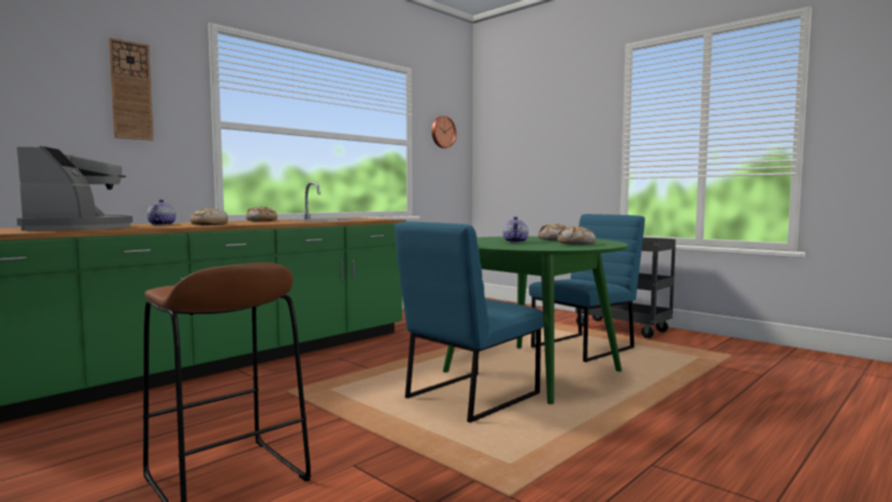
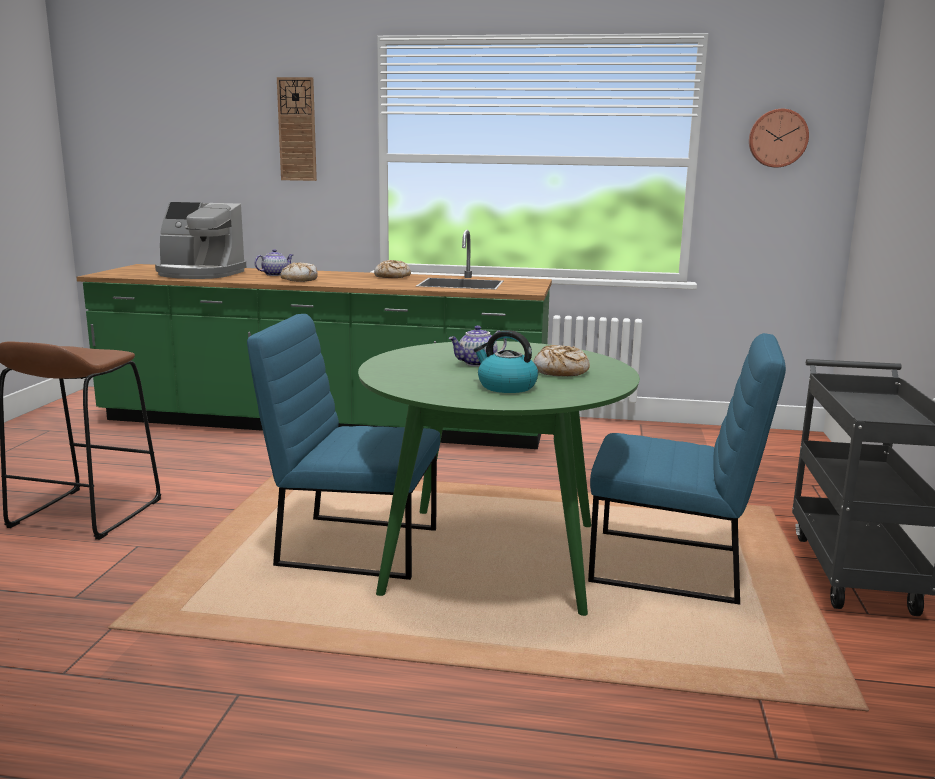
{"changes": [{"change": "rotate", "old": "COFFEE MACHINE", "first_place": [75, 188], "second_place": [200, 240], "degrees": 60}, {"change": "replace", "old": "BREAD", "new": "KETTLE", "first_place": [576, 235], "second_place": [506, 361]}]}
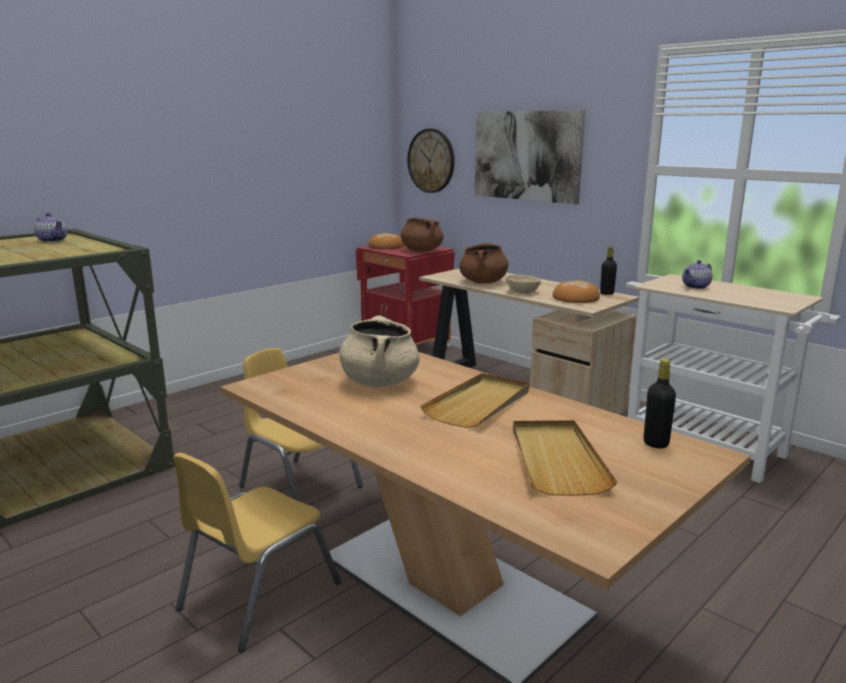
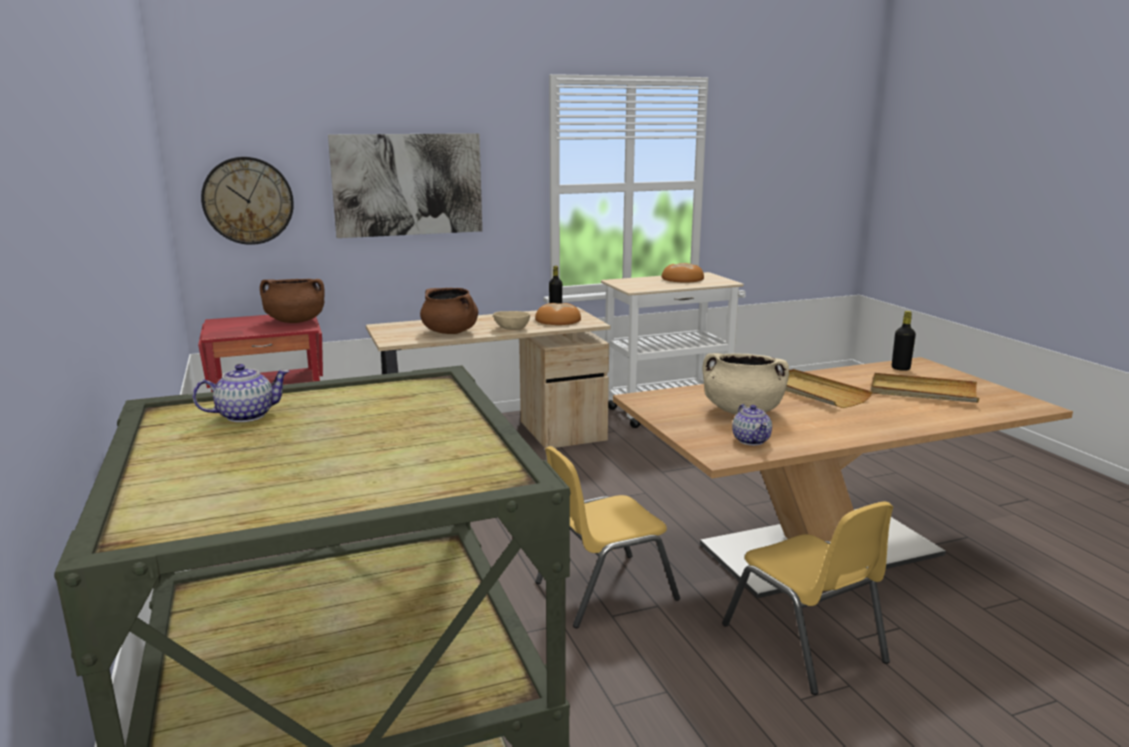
{"changes": [{"change": "move", "old": "BREAD", "first_place": [386, 241], "second_place": [683, 272]}, {"change": "move", "old": "TEAPOT", "first_place": [697, 274], "second_place": [752, 424]}]}
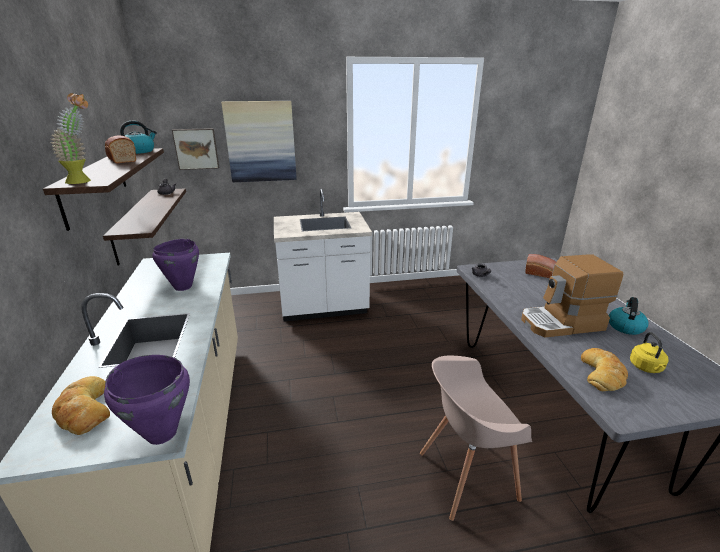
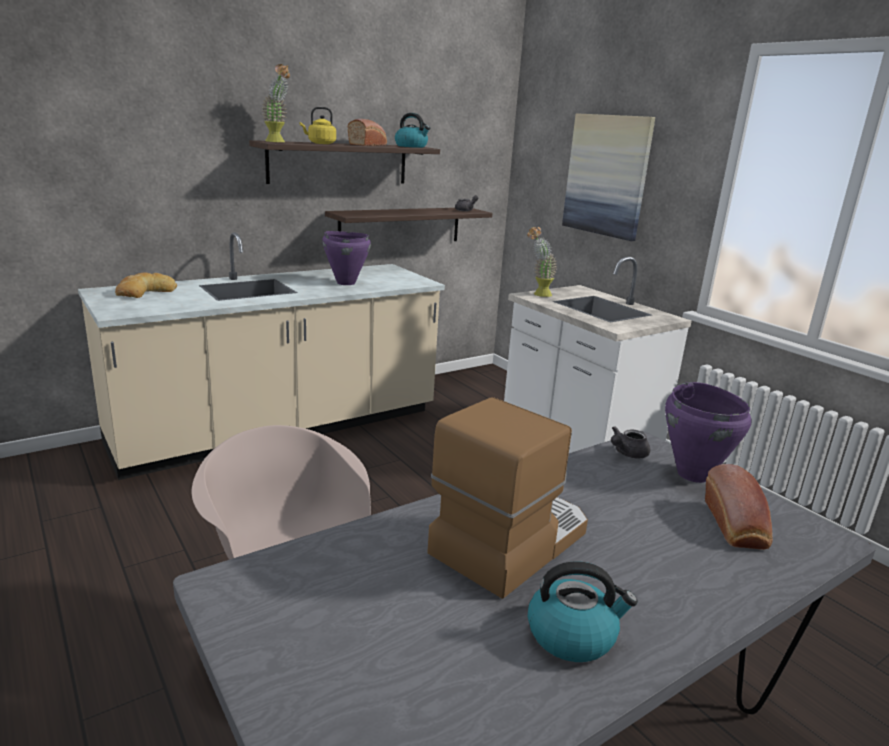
{"changes": [{"change": "move", "old": "YELLOW KETTLE", "first_place": [649, 352], "second_place": [318, 125]}, {"change": "rotate", "old": "COFFEE MACHINE", "first_place": [572, 295], "second_place": [508, 498], "degrees": 75}, {"change": "insert", "new": "POTTED PLANT", "second_place": [542, 262]}, {"change": "move", "old": "PURPLE COOKING POT", "first_place": [147, 400], "second_place": [708, 432]}, {"change": "delete", "old": "PICTURE", "first_place": [195, 149]}, {"change": "delete", "old": "BREAD", "first_place": [604, 369]}]}
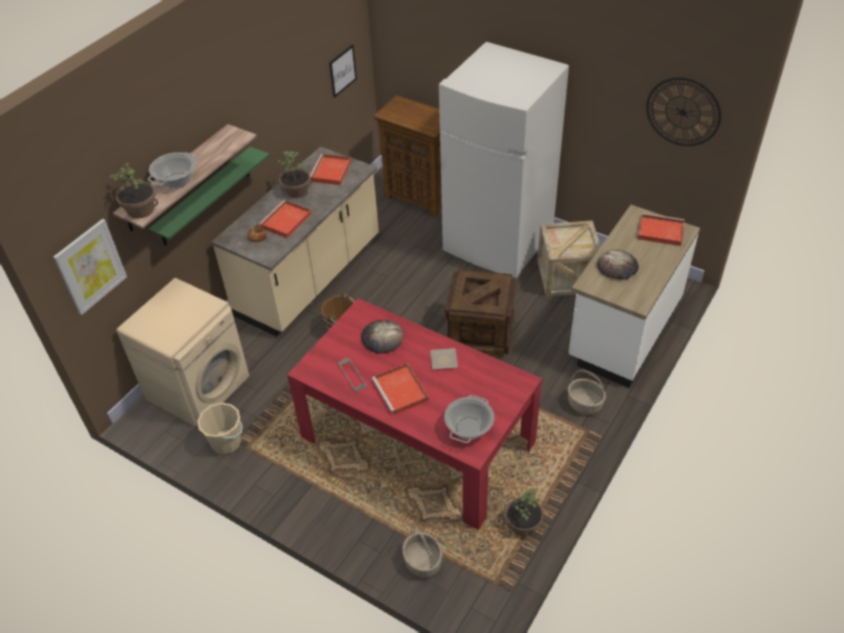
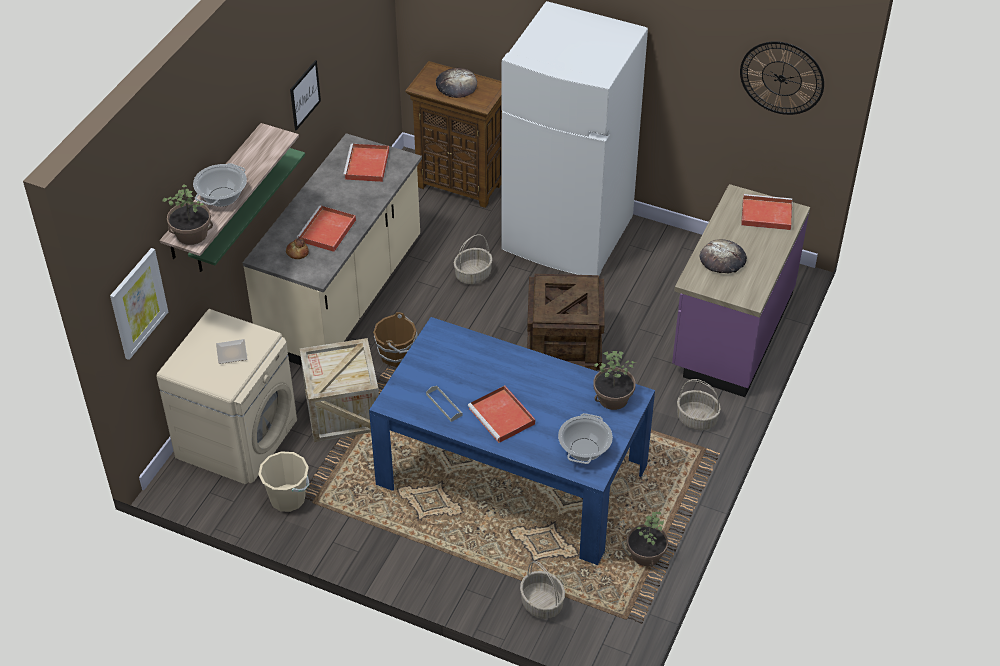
{"changes": [{"change": "move", "old": "PLATE", "first_place": [444, 358], "second_place": [231, 351]}, {"change": "move", "old": "PICTURE", "first_place": [343, 71], "second_place": [305, 95]}, {"change": "move", "old": "CRATE", "first_place": [569, 258], "second_place": [339, 390]}, {"change": "recolor", "old": "RED DINING TABLE", "new": "BLUE DINING TABLE", "first_place": [414, 414], "second_place": [512, 441]}, {"change": "move", "old": "BREAD", "first_place": [382, 336], "second_place": [456, 83]}, {"change": "insert", "new": "BASKET", "second_place": [473, 259]}, {"change": "move", "old": "POTTED PLANT", "first_place": [295, 174], "second_place": [614, 380]}, {"change": "recolor", "old": "WHITE COUNTER", "new": "PURPLE COUNTER", "first_place": [634, 296], "second_place": [741, 290]}]}
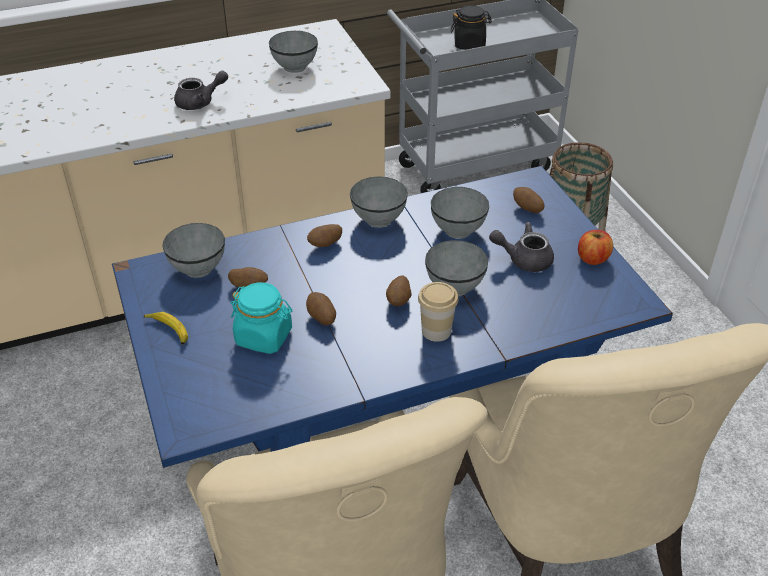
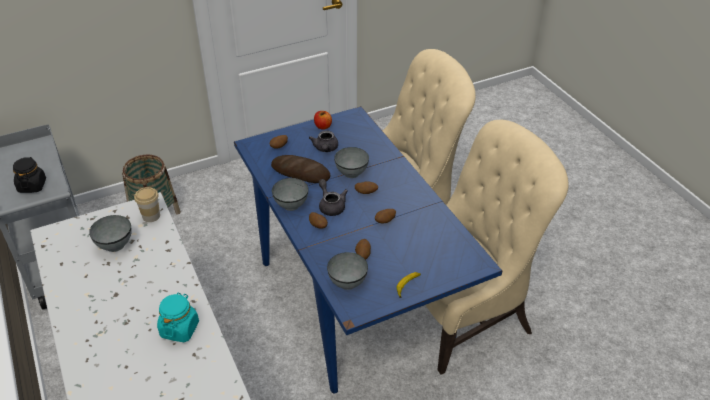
{"changes": [{"change": "move", "old": "CUP", "first_place": [438, 312], "second_place": [147, 204]}, {"change": "move", "old": "TURQUOISE JAR", "first_place": [261, 318], "second_place": [178, 317]}, {"change": "replace", "old": "GREY BOWL", "new": "BREAD", "first_place": [460, 213], "second_place": [301, 169]}, {"change": "move", "old": "GREY TEAPOT", "first_place": [201, 90], "second_place": [333, 197]}]}
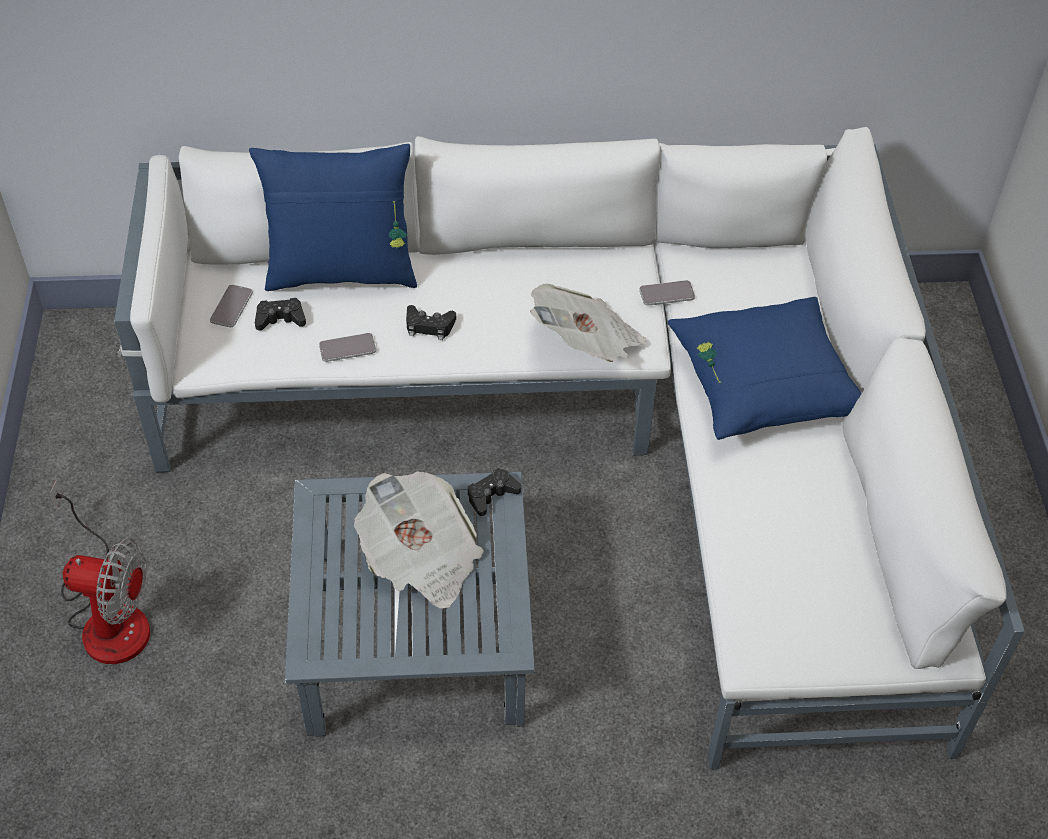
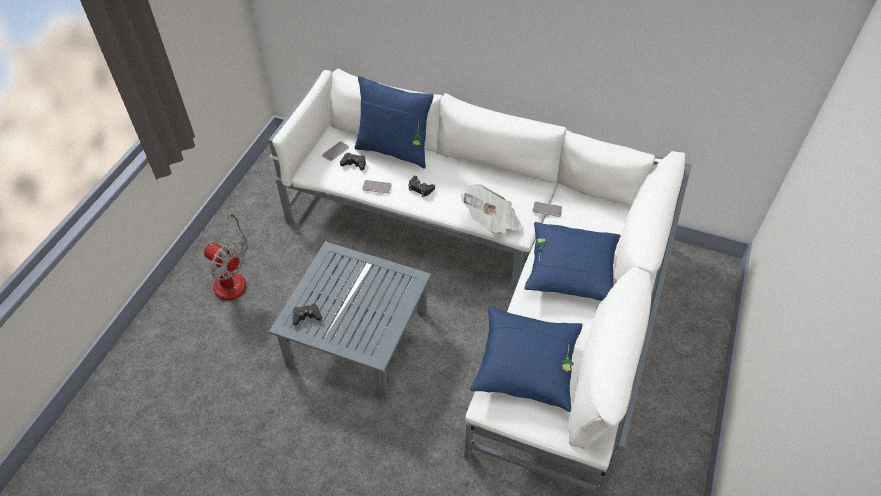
{"changes": [{"change": "move", "old": "BLACK GAME CONTROLLER", "first_place": [495, 492], "second_place": [307, 314]}, {"change": "insert", "new": "BLUE PILLOW", "second_place": [526, 359]}, {"change": "delete", "old": "NEWSPAPER", "first_place": [419, 540]}]}
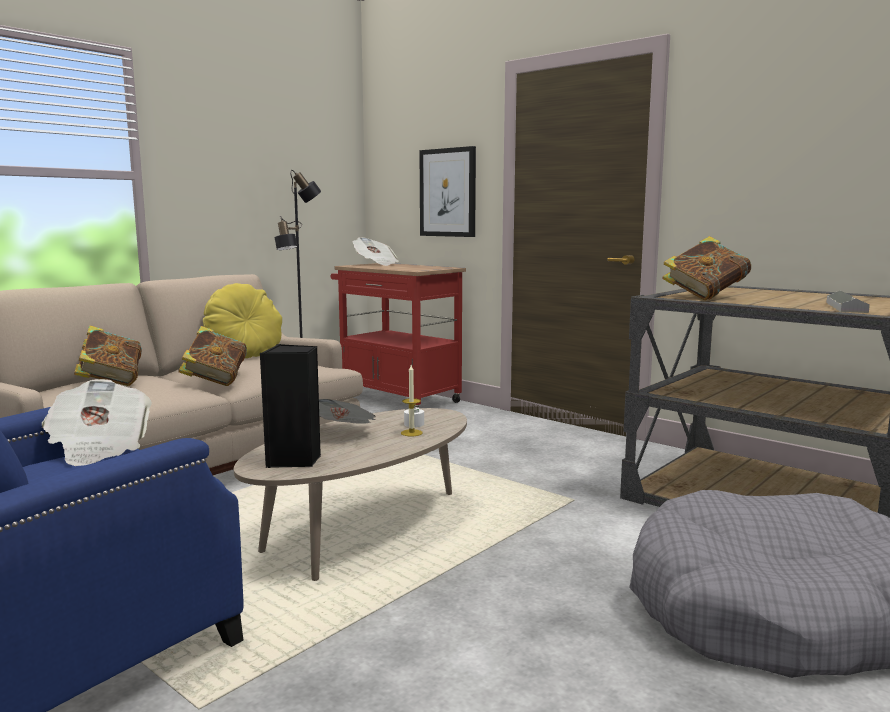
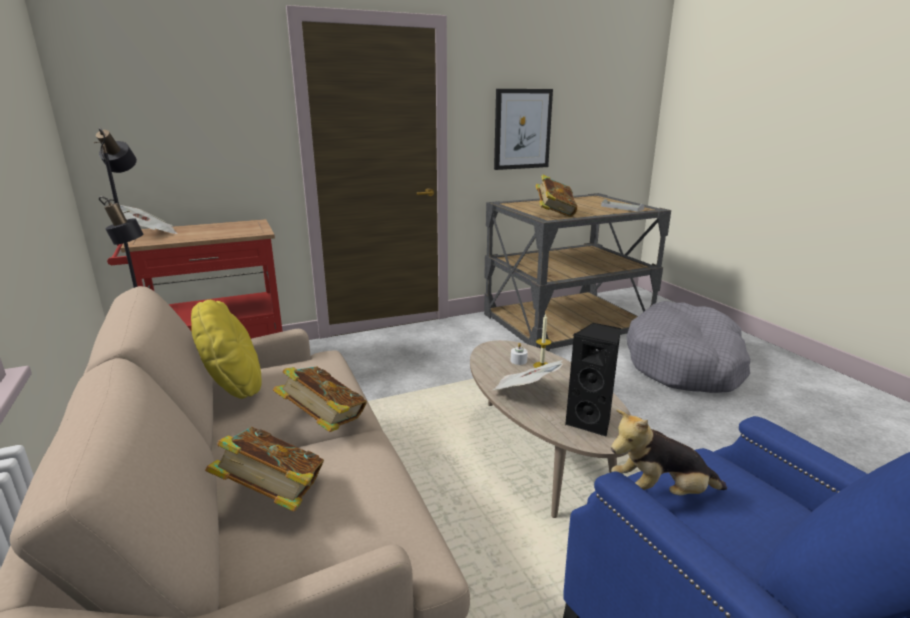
{"changes": [{"change": "move", "old": "PICTURE", "first_place": [447, 191], "second_place": [523, 129]}, {"change": "replace", "old": "NEWSPAPER", "new": "PLUSH TOY", "first_place": [97, 422], "second_place": [669, 452]}]}
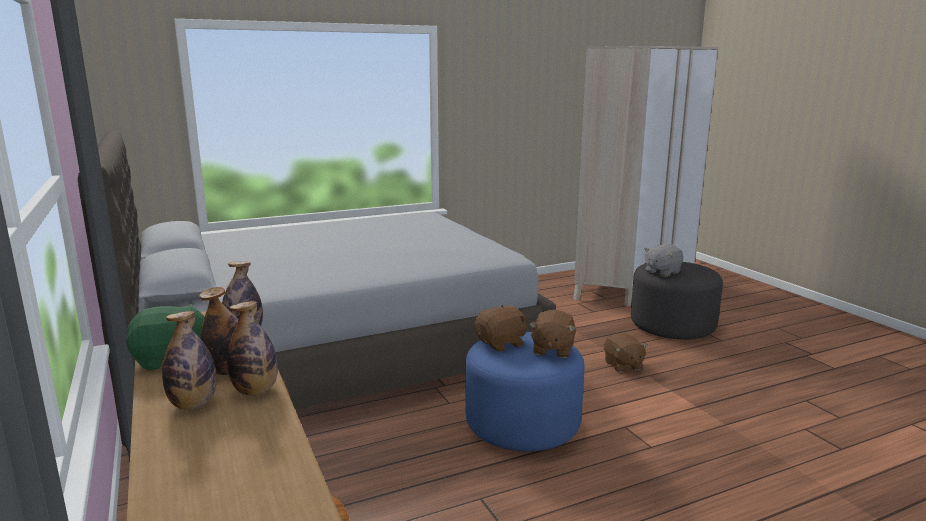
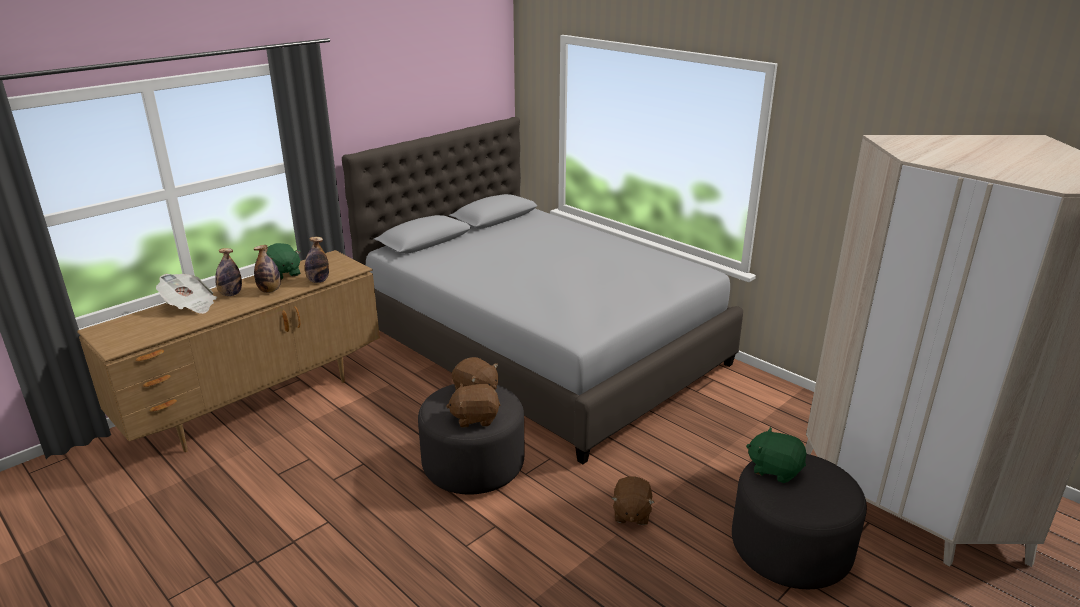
{"changes": [{"change": "insert", "new": "NEWSPAPER", "second_place": [186, 294]}, {"change": "recolor", "old": "BLUE OTTOMAN", "new": "GREY OTTOMAN", "first_place": [525, 392], "second_place": [471, 439]}, {"change": "rotate", "old": "BROWN PLUSH TOY", "first_place": [626, 353], "second_place": [633, 500], "degrees": -45}, {"change": "recolor", "old": "GREY PLUSH TOY", "new": "GREEN PLUSH TOY", "first_place": [664, 260], "second_place": [776, 455]}, {"change": "delete", "old": "BOTTLE", "first_place": [252, 348]}]}
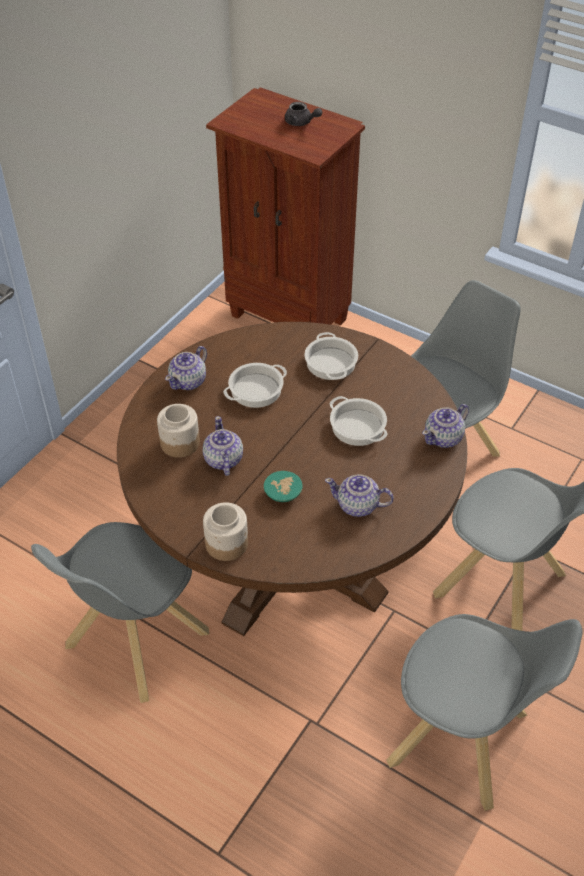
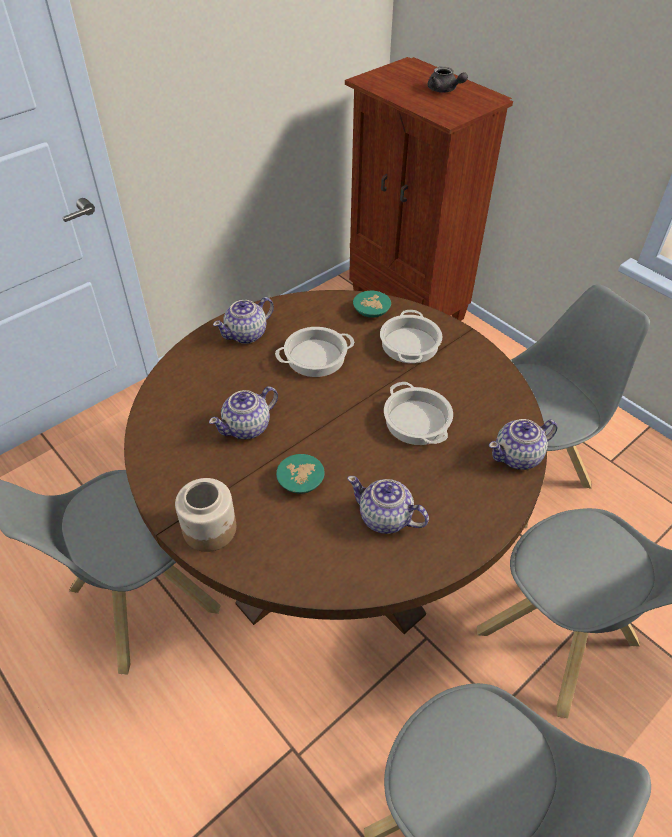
{"changes": [{"change": "rotate", "old": "TEAPOT", "first_place": [223, 446], "second_place": [243, 413], "degrees": -135}, {"change": "insert", "new": "TURQUOISE BOWL", "second_place": [372, 304]}, {"change": "delete", "old": "JAR", "first_place": [178, 431]}]}
